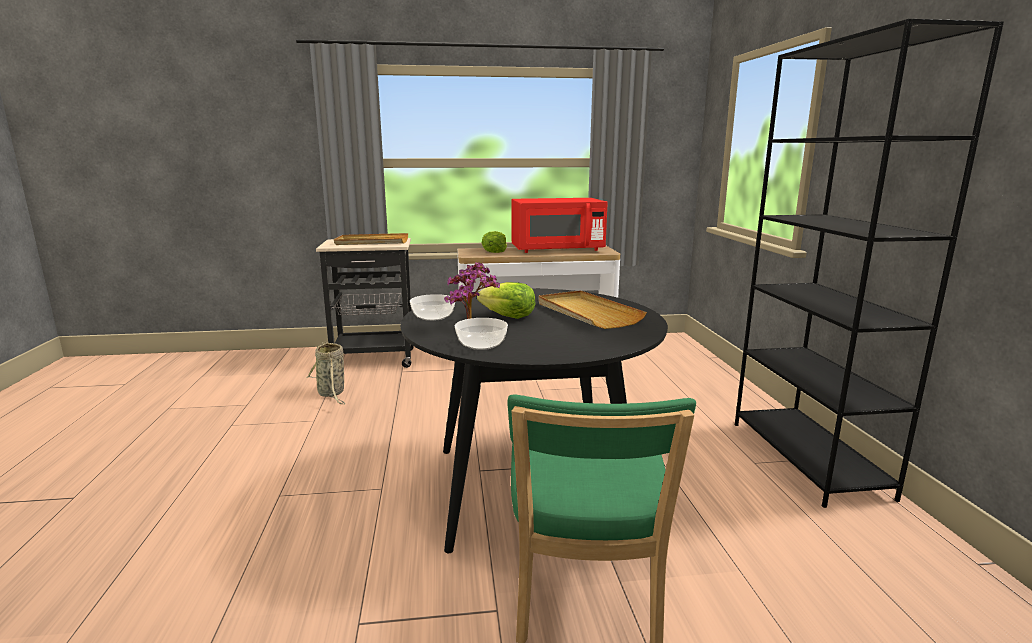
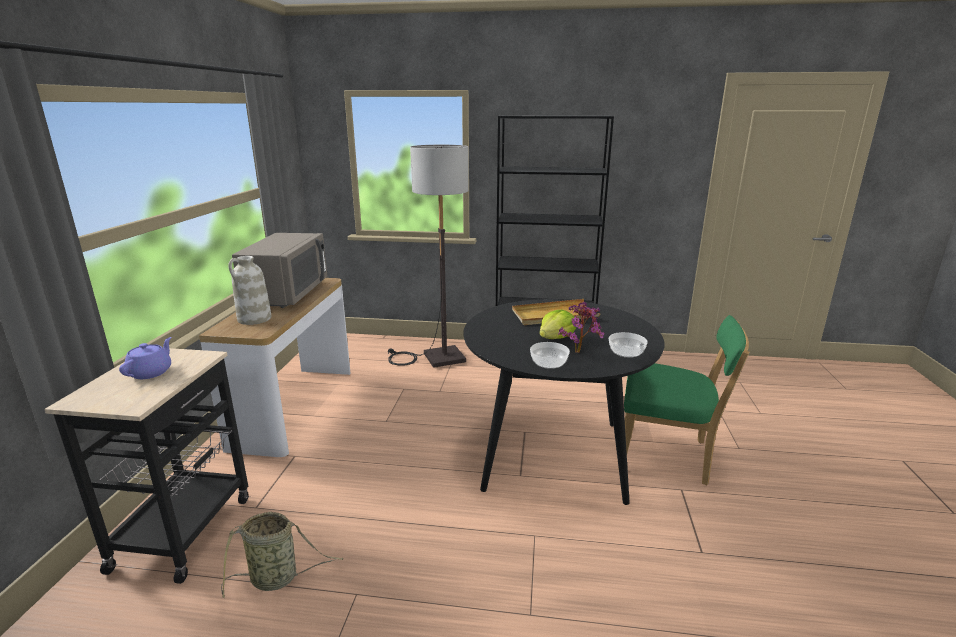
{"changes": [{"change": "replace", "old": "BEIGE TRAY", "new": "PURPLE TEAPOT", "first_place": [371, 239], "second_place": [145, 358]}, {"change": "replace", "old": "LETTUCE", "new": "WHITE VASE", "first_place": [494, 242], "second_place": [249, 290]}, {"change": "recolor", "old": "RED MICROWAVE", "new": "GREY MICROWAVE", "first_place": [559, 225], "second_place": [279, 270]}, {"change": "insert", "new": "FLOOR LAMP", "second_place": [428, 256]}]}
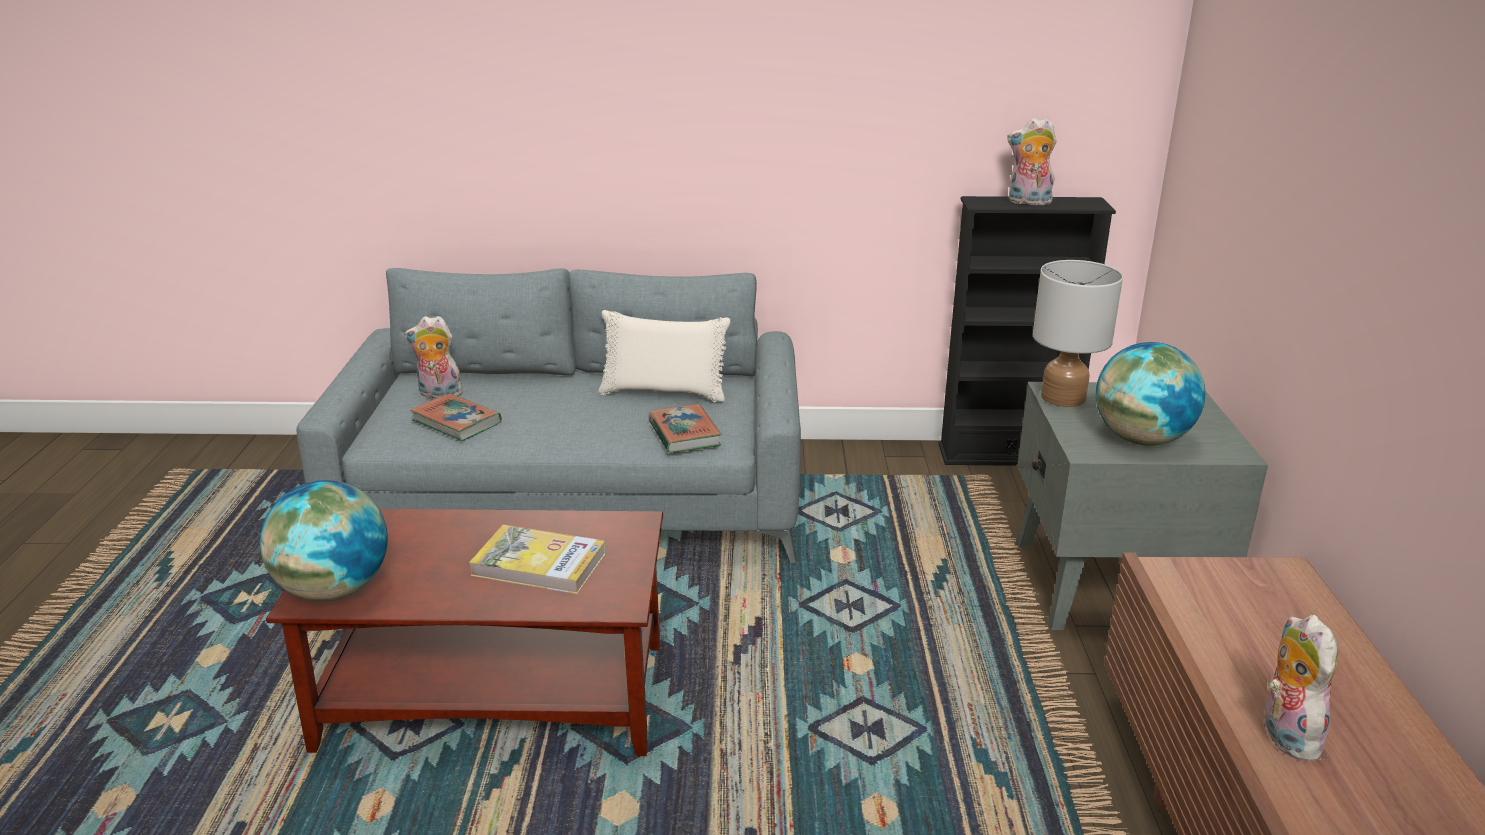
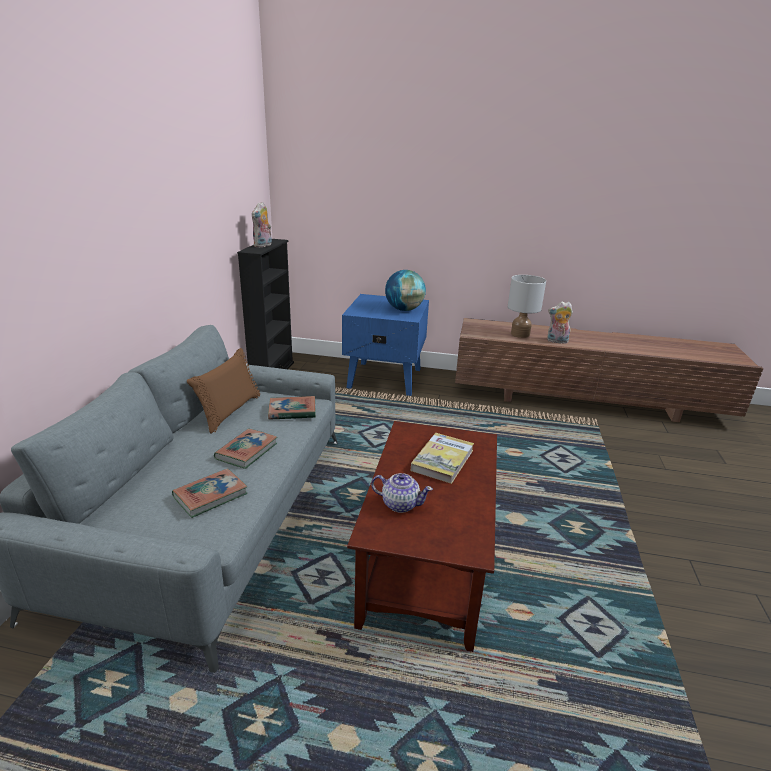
{"changes": [{"change": "recolor", "old": "WHITE PILLOW", "new": "BROWN PILLOW", "first_place": [664, 356], "second_place": [223, 391]}, {"change": "insert", "new": "BOOK", "second_place": [245, 449]}, {"change": "recolor", "old": "GREY NIGHTSTAND", "new": "BLUE NIGHTSTAND", "first_place": [1142, 506], "second_place": [385, 345]}, {"change": "insert", "new": "TEAPOT", "second_place": [402, 493]}, {"change": "move", "old": "GREY TABLE LAMP", "first_place": [1078, 333], "second_place": [527, 306]}, {"change": "delete", "old": "GLOBE", "first_place": [324, 540]}, {"change": "delete", "old": "PLUSH TOY", "first_place": [434, 357]}]}
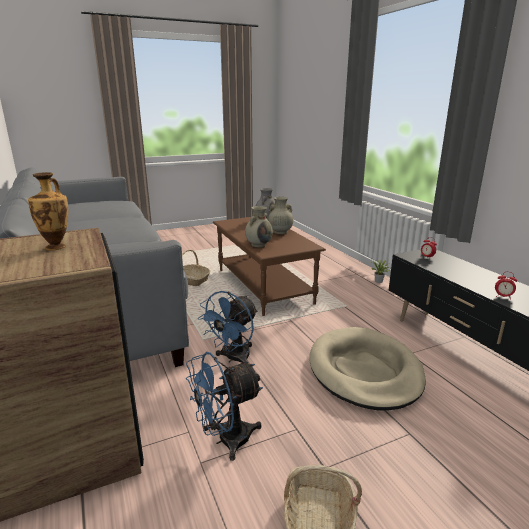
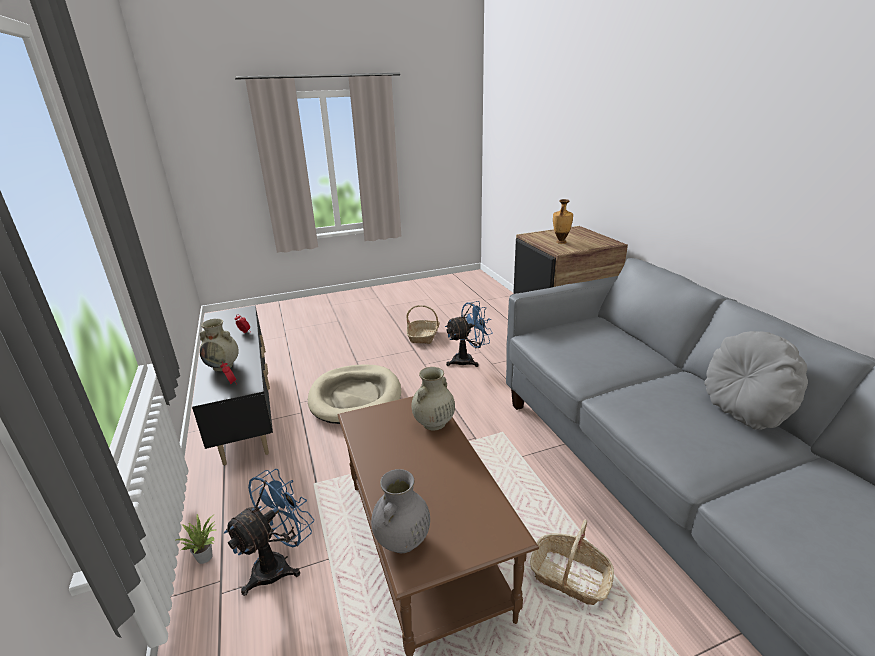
{"changes": [{"change": "move", "old": "BEIGE VASE", "first_place": [280, 215], "second_place": [219, 345]}, {"change": "move", "old": "BLUE FAN", "first_place": [228, 327], "second_place": [269, 532]}, {"change": "insert", "new": "GREY PILLOW", "second_place": [756, 380]}]}
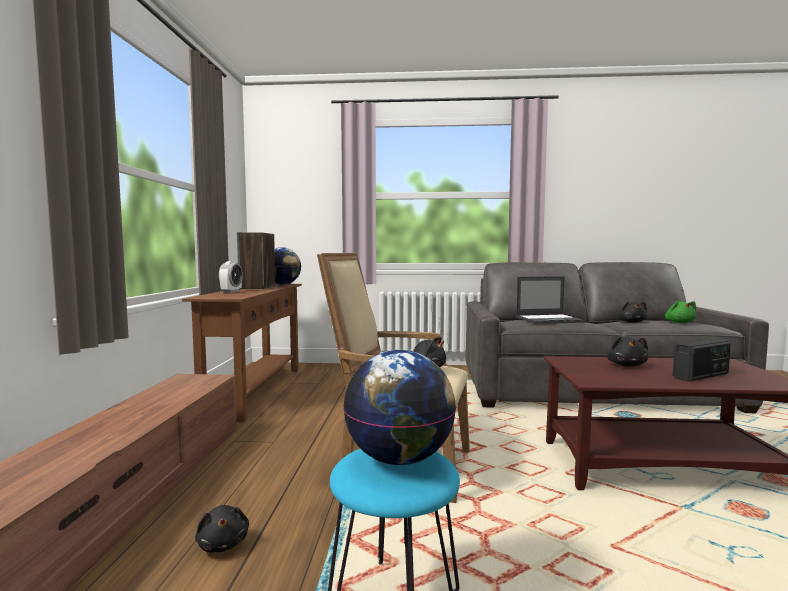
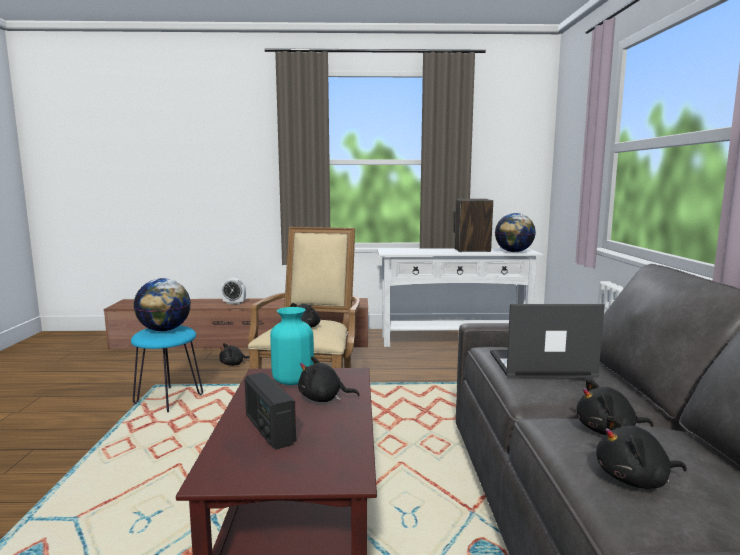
{"changes": [{"change": "move", "old": "ALARM CLOCK", "first_place": [231, 277], "second_place": [233, 291]}, {"change": "insert", "new": "TURQUOISE VASE", "second_place": [292, 346]}, {"change": "recolor", "old": "BROWN CONSOLE TABLE", "new": "WHITE CONSOLE TABLE", "first_place": [242, 353], "second_place": [460, 297]}, {"change": "rotate", "old": "LAPTOP", "first_place": [551, 300], "second_place": [547, 341], "degrees": 105}, {"change": "recolor", "old": "GREEN PLUSH TOY", "new": "BLACK PLUSH TOY", "first_place": [681, 312], "second_place": [641, 452]}]}
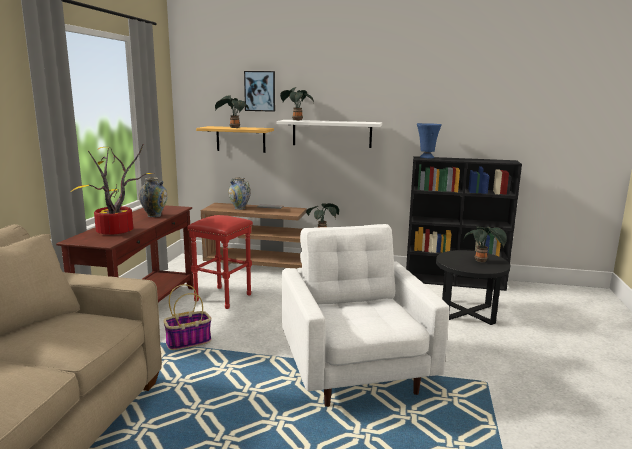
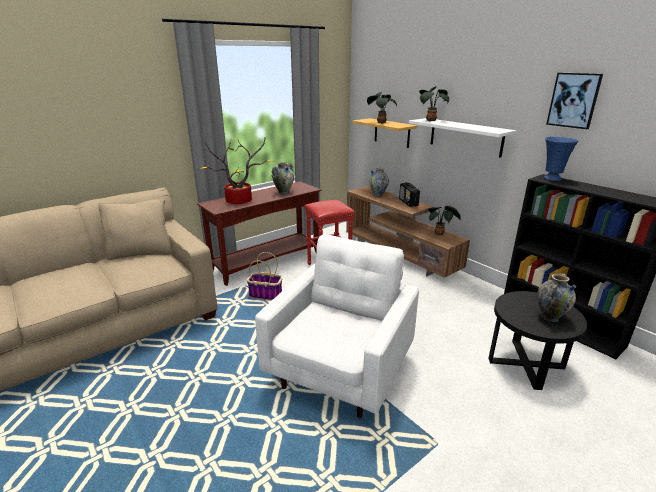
{"changes": [{"change": "insert", "new": "RADIO", "second_place": [409, 194]}, {"change": "replace", "old": "POTTED PLANT", "new": "VASE", "first_place": [485, 244], "second_place": [556, 297]}, {"change": "move", "old": "PICTURE", "first_place": [259, 91], "second_place": [574, 101]}]}
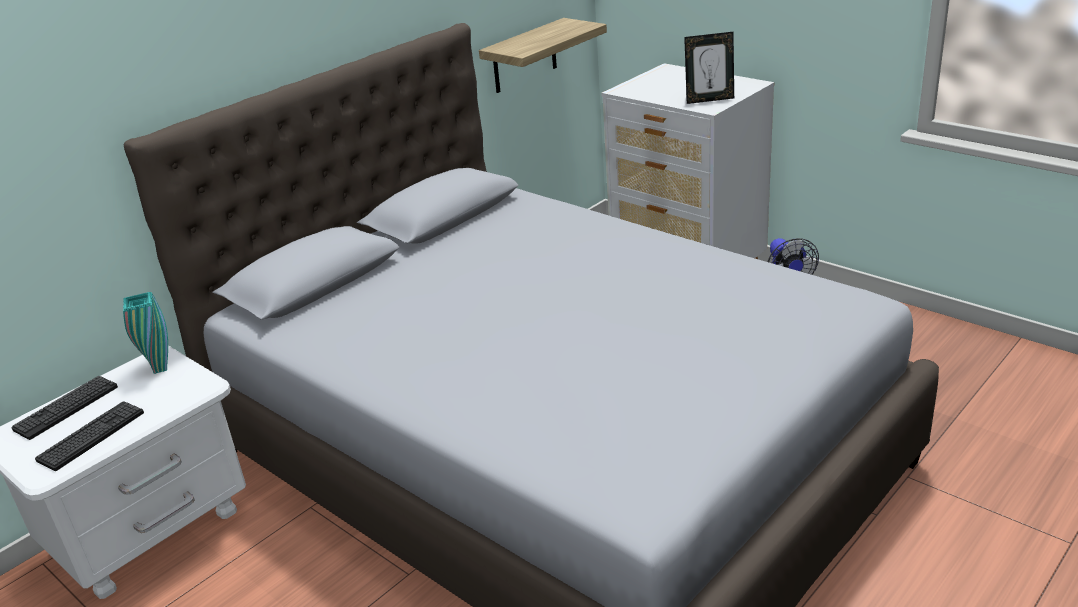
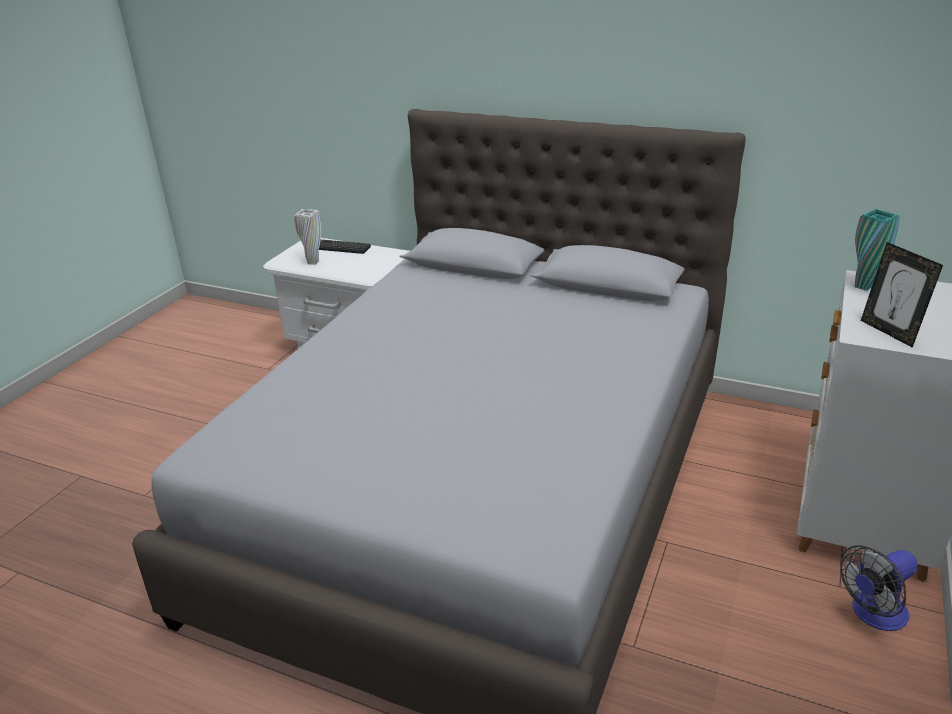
{"changes": [{"change": "replace", "old": "KEYBOARD", "new": "WHITE VASE", "first_place": [89, 436], "second_place": [307, 237]}, {"change": "move", "old": "TURQUOISE VASE", "first_place": [145, 333], "second_place": [877, 250]}, {"change": "delete", "old": "SHELF", "first_place": [543, 55]}]}
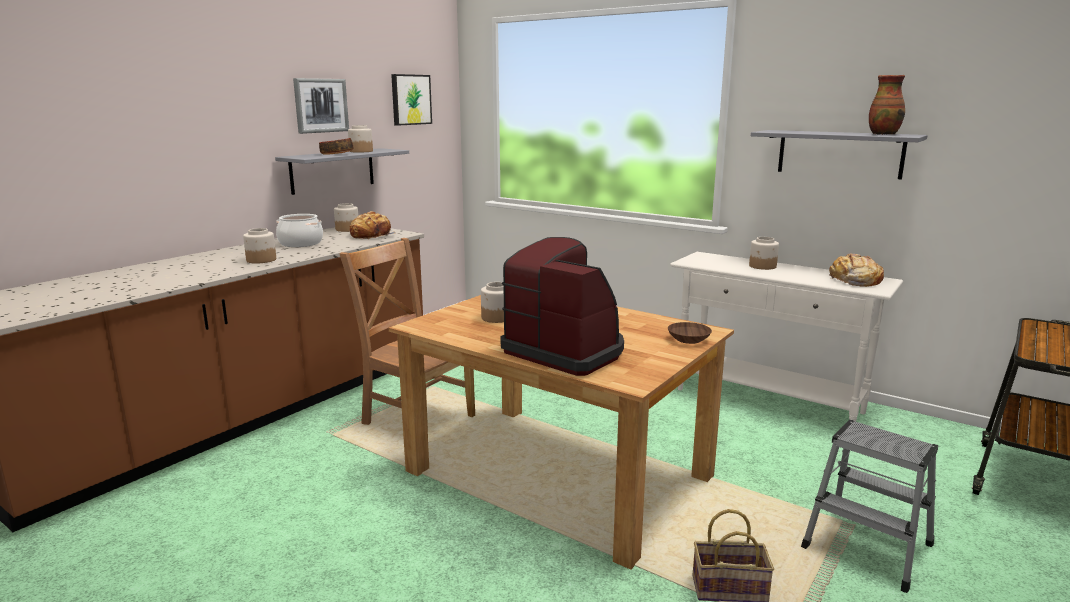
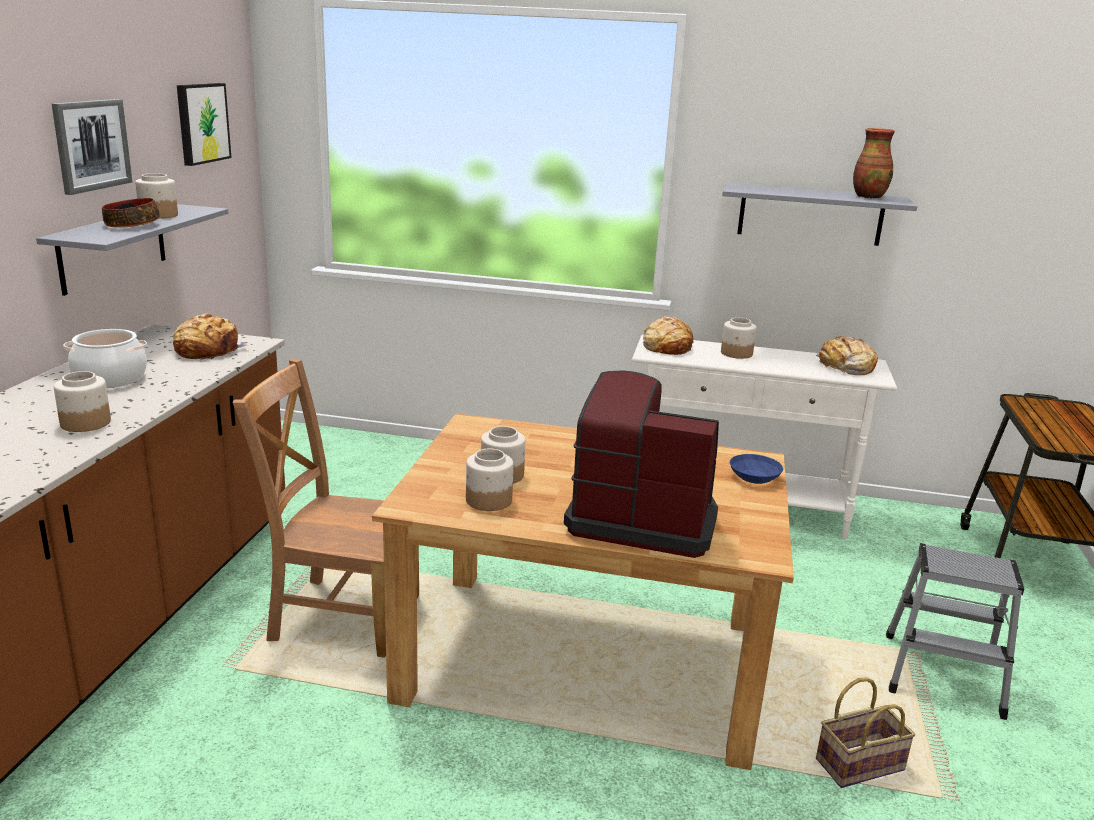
{"changes": [{"change": "move", "old": "JAR", "first_place": [346, 217], "second_place": [489, 479]}, {"change": "insert", "new": "BREAD", "second_place": [668, 335]}, {"change": "recolor", "old": "BROWN BOWL", "new": "BLUE BOWL", "first_place": [690, 333], "second_place": [756, 469]}]}
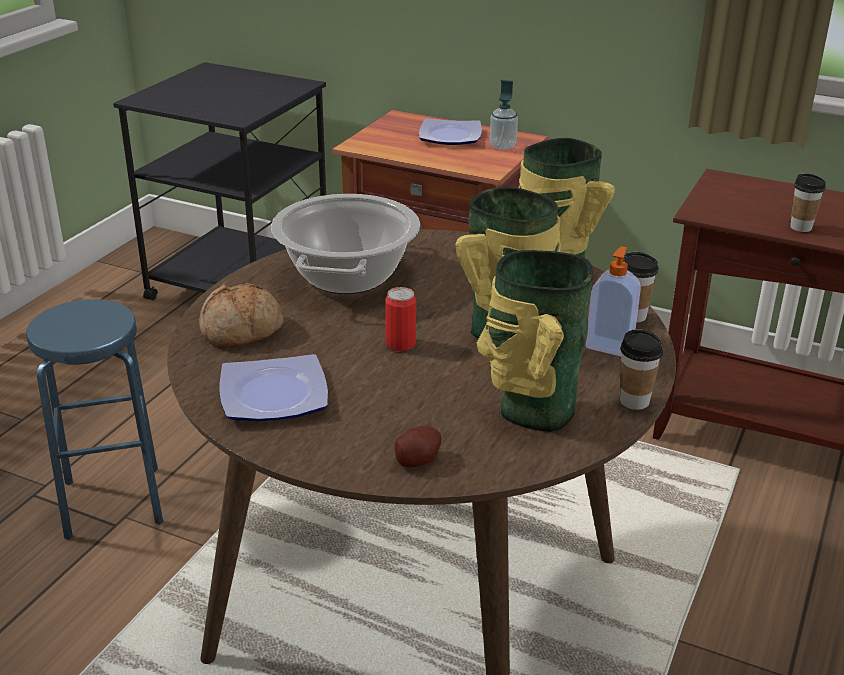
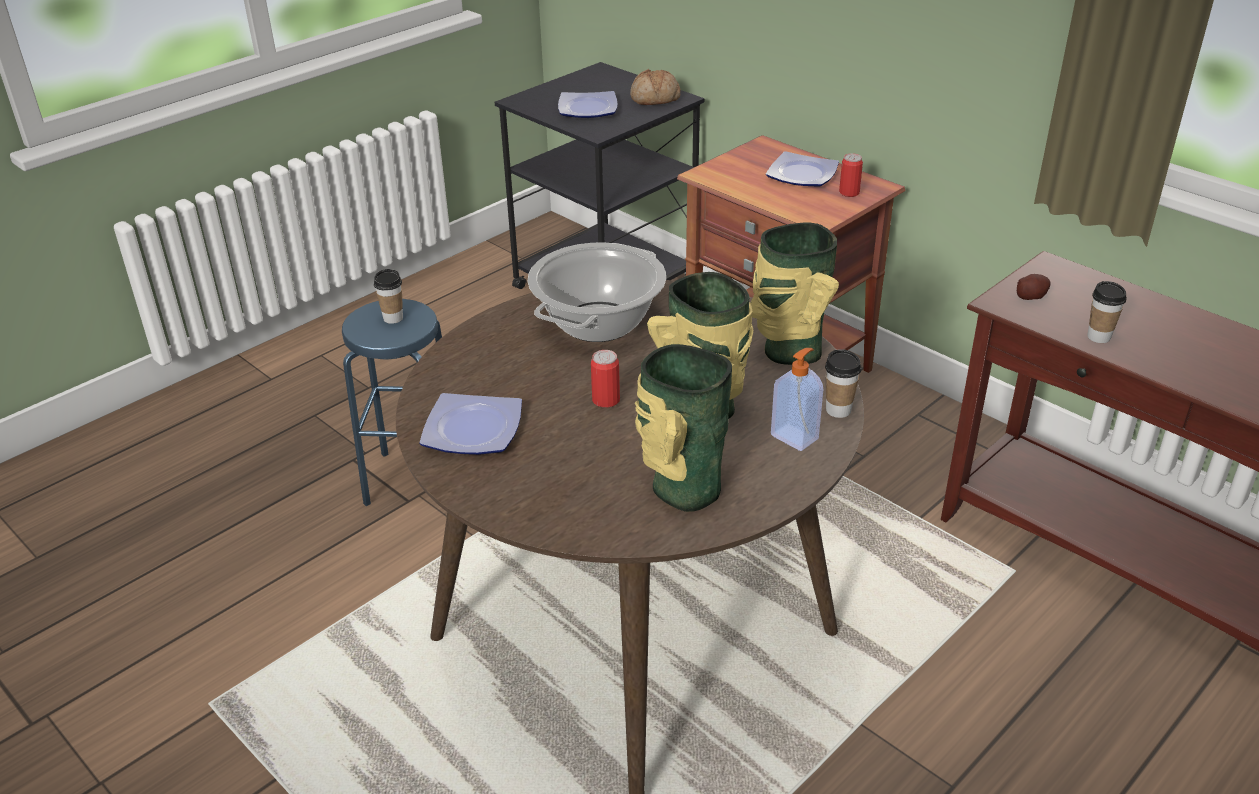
{"changes": [{"change": "move", "old": "CUP", "first_place": [641, 369], "second_place": [388, 296]}, {"change": "insert", "new": "PLATE", "second_place": [588, 104]}, {"change": "move", "old": "BREAD", "first_place": [241, 315], "second_place": [655, 87]}, {"change": "replace", "old": "SOAP DISPENSER", "new": "CAN", "first_place": [504, 115], "second_place": [851, 175]}, {"change": "move", "old": "POTATO", "first_place": [418, 446], "second_place": [1034, 287]}]}
